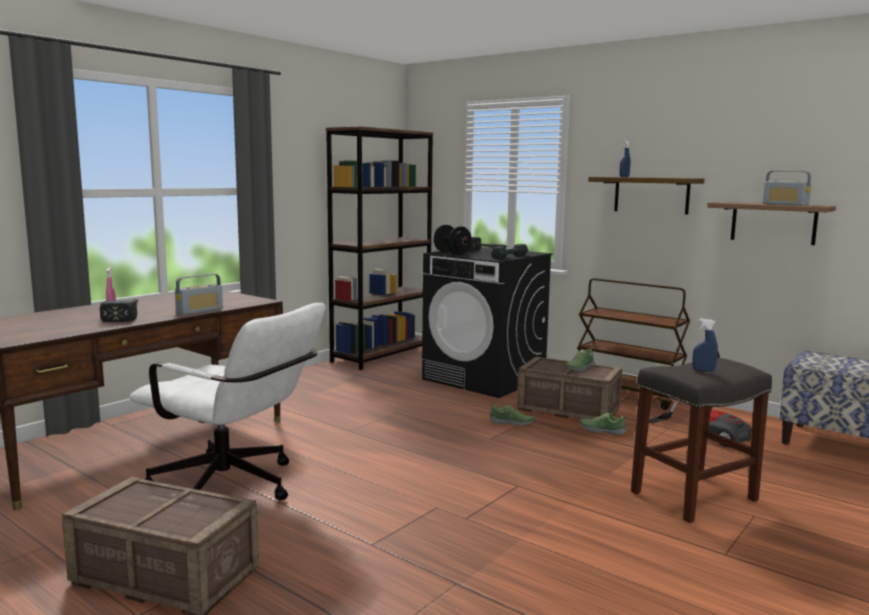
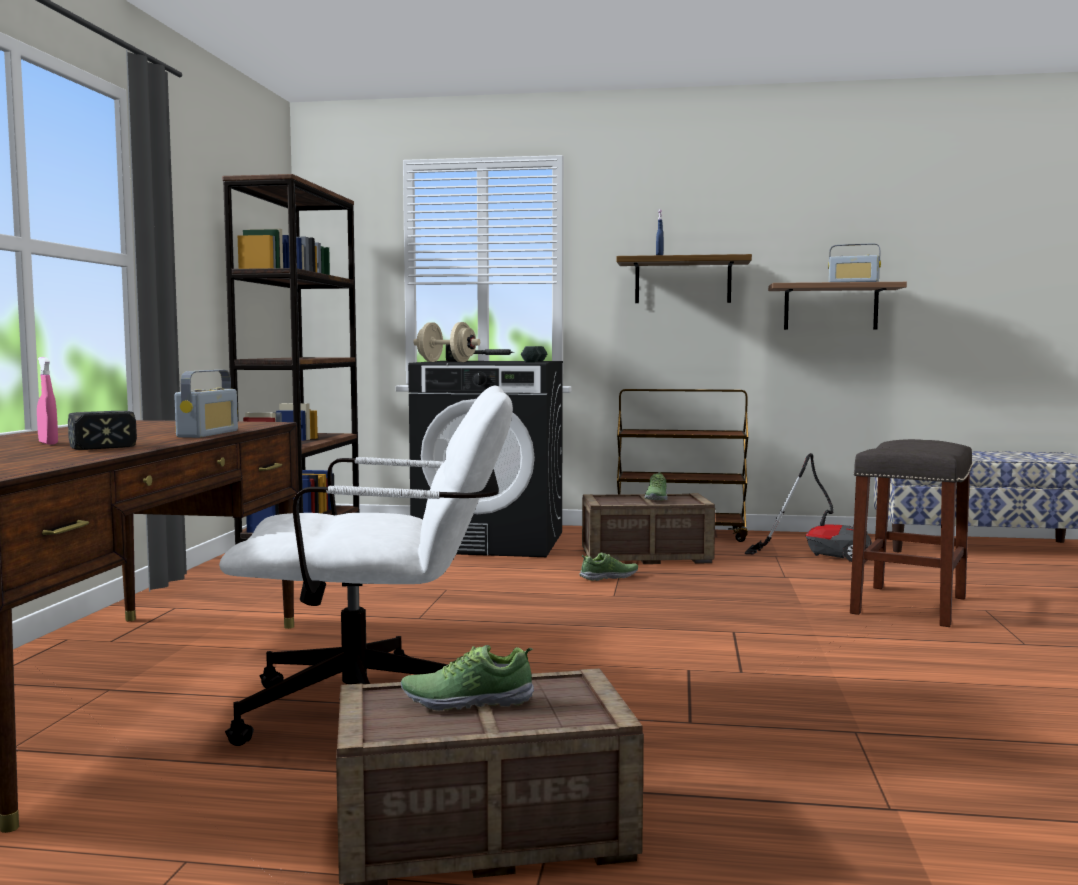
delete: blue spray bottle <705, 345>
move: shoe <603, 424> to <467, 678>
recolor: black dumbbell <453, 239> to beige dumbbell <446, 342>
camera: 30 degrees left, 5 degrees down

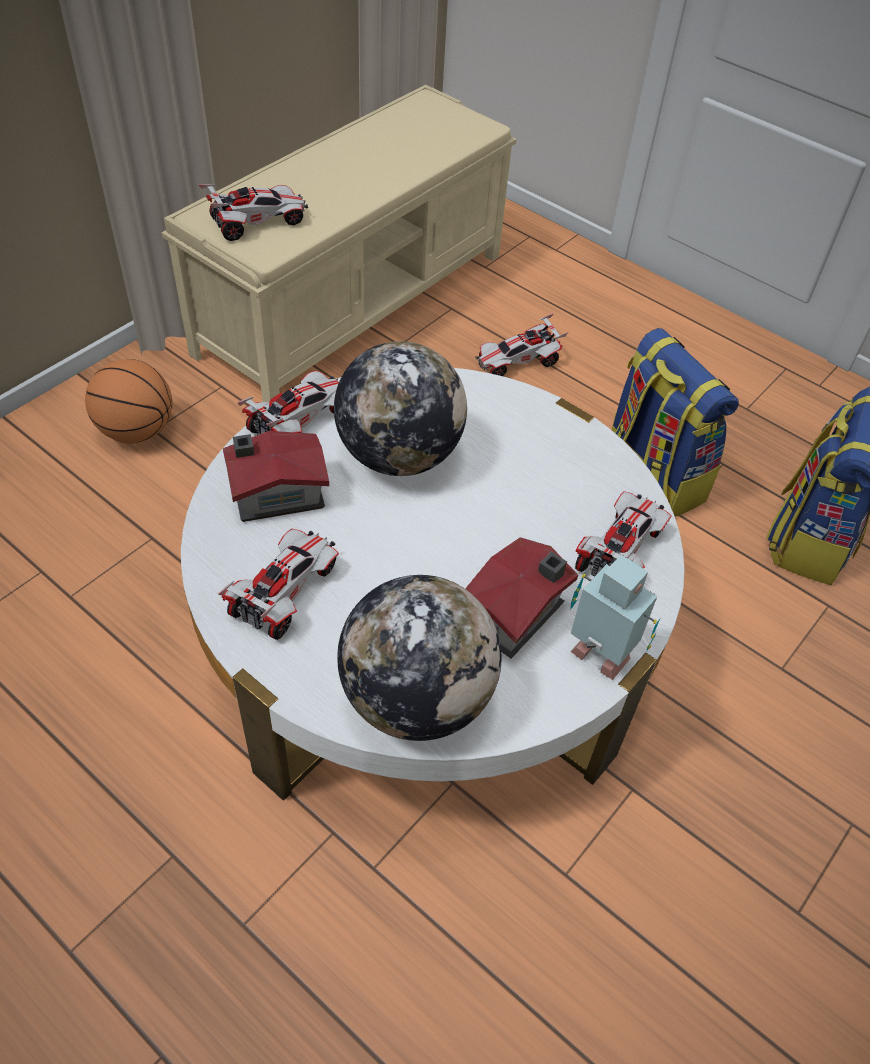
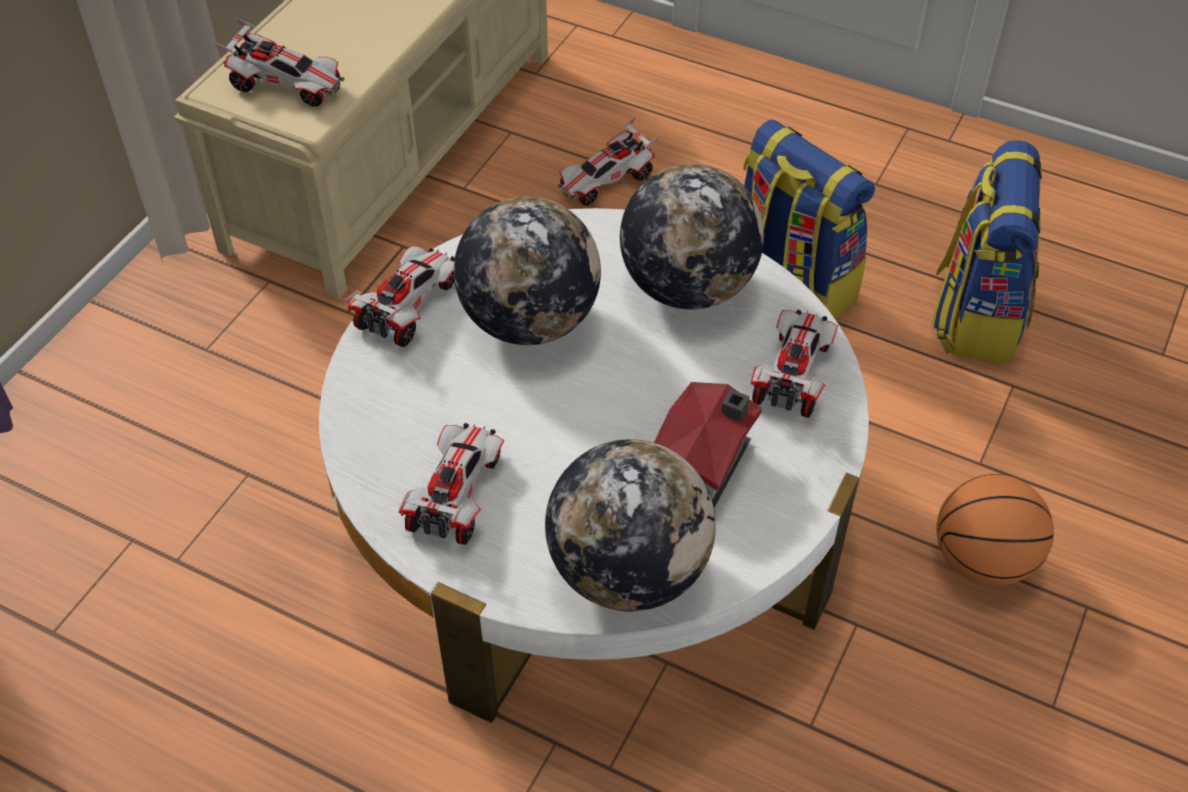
delete: toy house <276, 476>; toy robot <615, 617>
insert: globe <692, 236>
move: basketball <129, 401> to <995, 530>
rotate: toy car <253, 212> = <279, 62> 60 degrees clockwise
camera: 10 degrees left, 0 degrees up

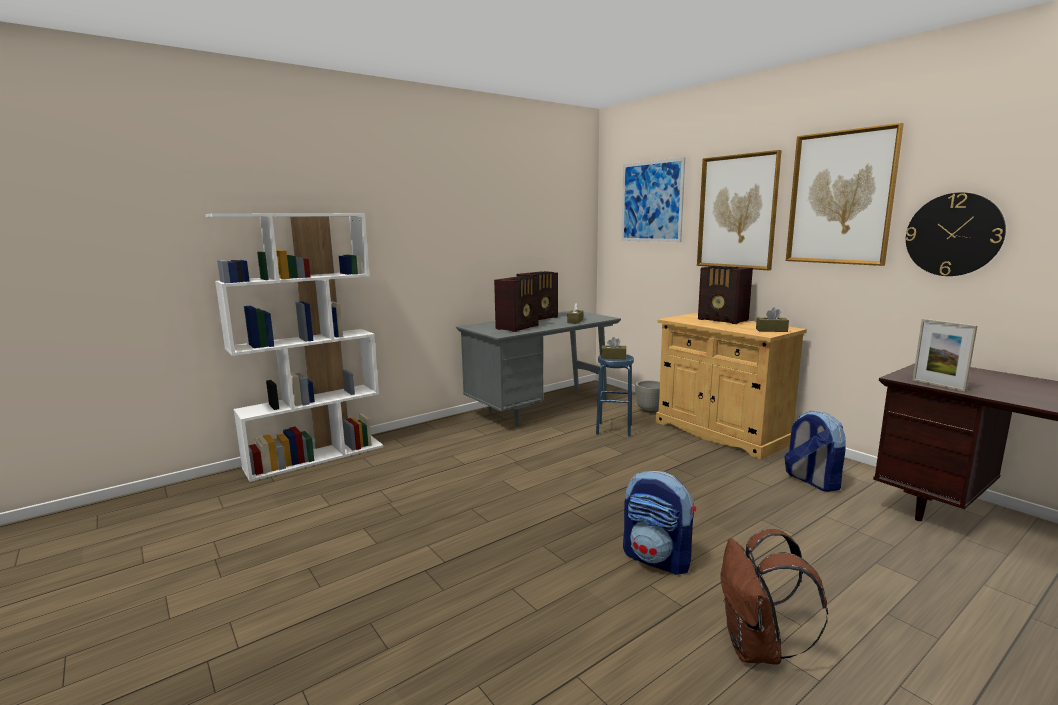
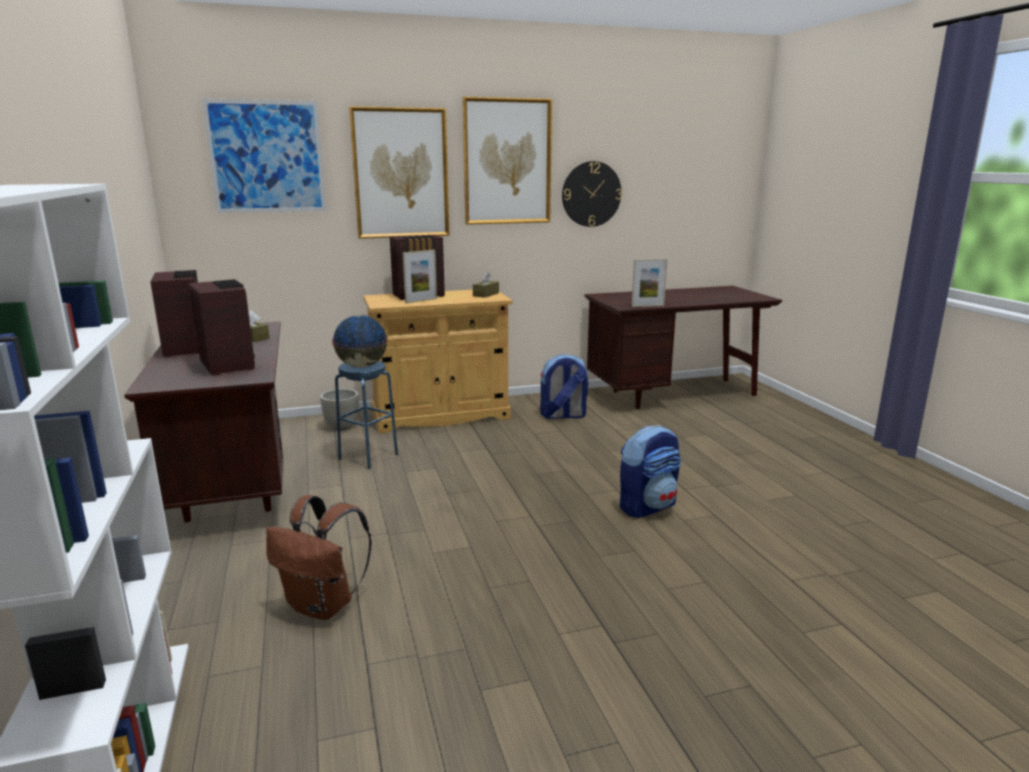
insert: picture frame <420, 276>
move: brown backpack <774, 597> to <319, 557>
replace: brown tissue box <613, 348> to globe <360, 341>
recolor: grey desk <538, 367> to brown desk <203, 422>
camera: 70 degrees left, 5 degrees up

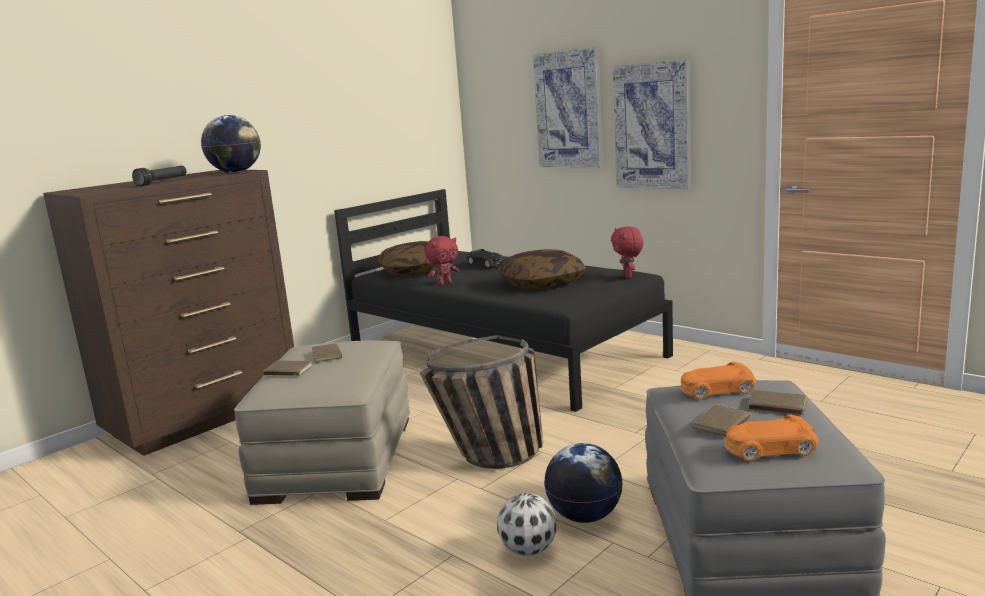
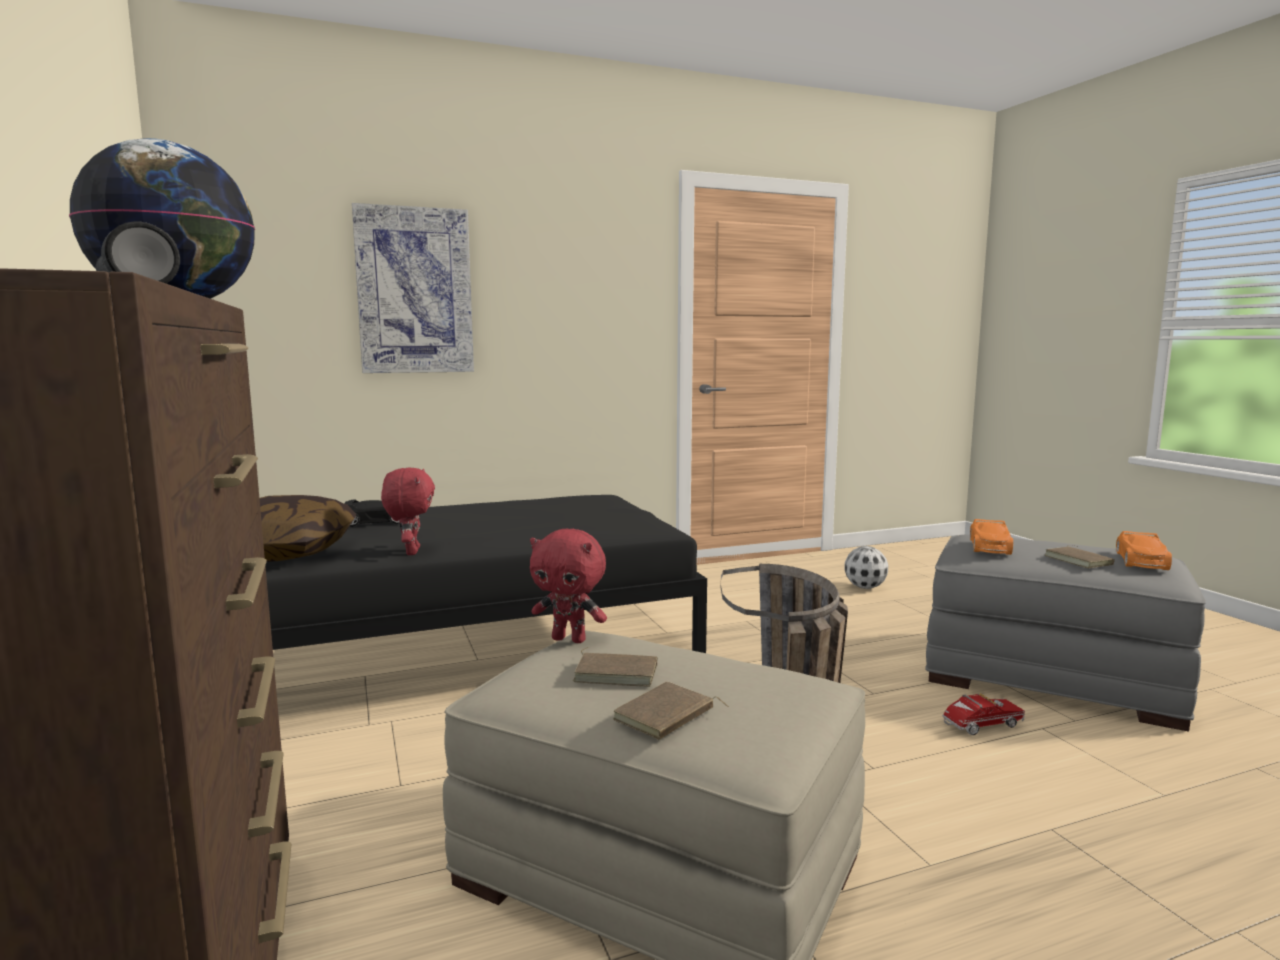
delete: pillow <541, 269>; picture <652, 124>; brown book <778, 402>
move: football <527, 524> to <866, 567>; red plush toy <627, 252> to <568, 586>
replace: globe <583, 483> to toy truck <983, 714>
camera: 65 degrees left, 5 degrees down

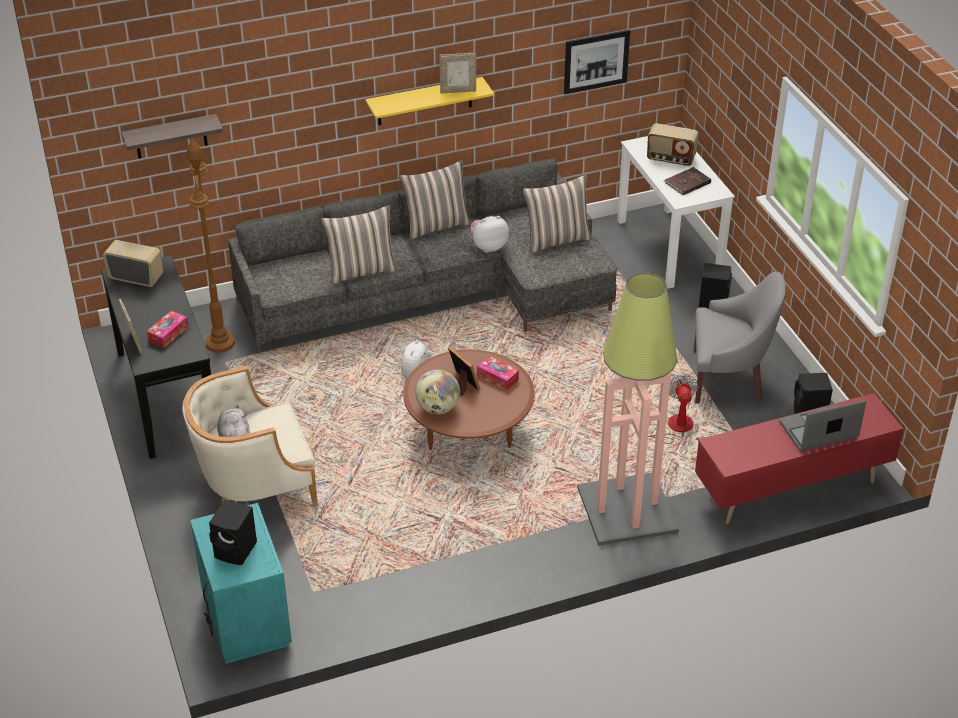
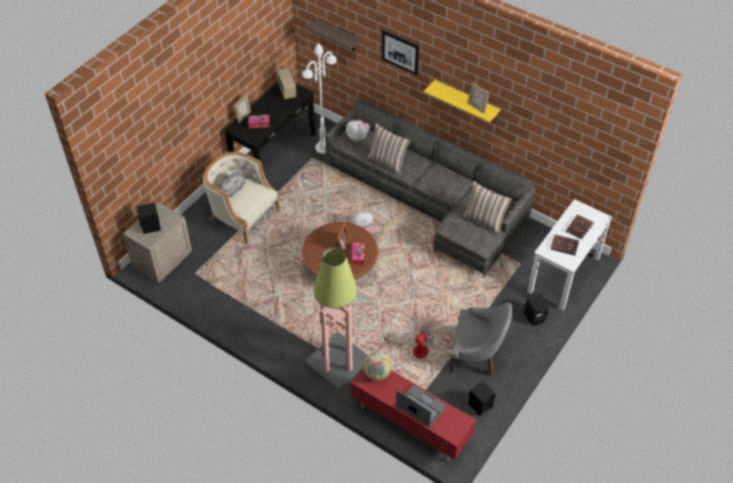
delete: pillow <435, 200>
move: globe <437, 392> to <377, 366>; plush toy <490, 234> to <358, 131>; picture <597, 62> to <400, 53>
replace: radio <673, 144> to brown book <580, 227>
recolor: brown floor lamp <211, 246> to white floor lamp <319, 98>; turquoise nightstand <241, 583> to beige nightstand <157, 243>
rotate: grey armchair <740, 338> = <481, 339> 45 degrees counterclockwise
camera: 55 degrees right, 10 degrees up

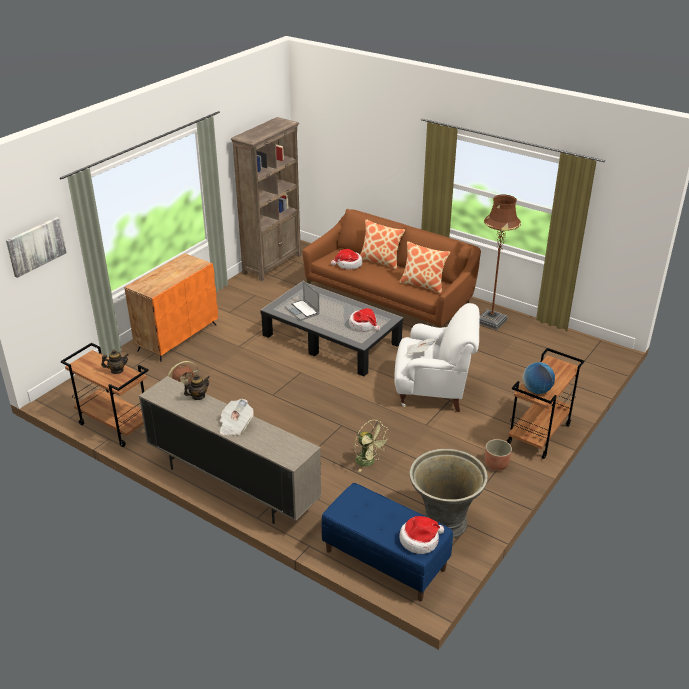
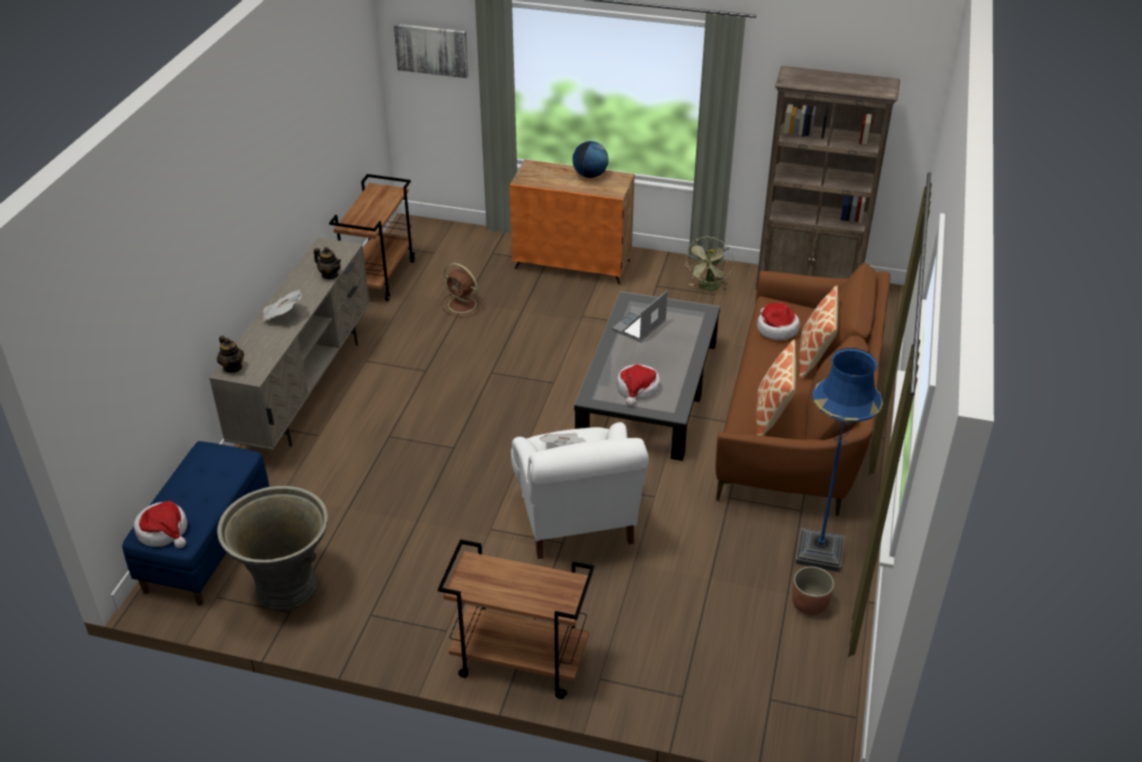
move: teapot <115, 362> to <230, 354>; green fan <372, 446> to <709, 264>; planter <498, 455> to <813, 591>; globe <538, 378> to <590, 159>
recolor: brown floor lamp <500, 262> to blue floor lamp <839, 460>
camera: 70 degrees right, 5 degrees up

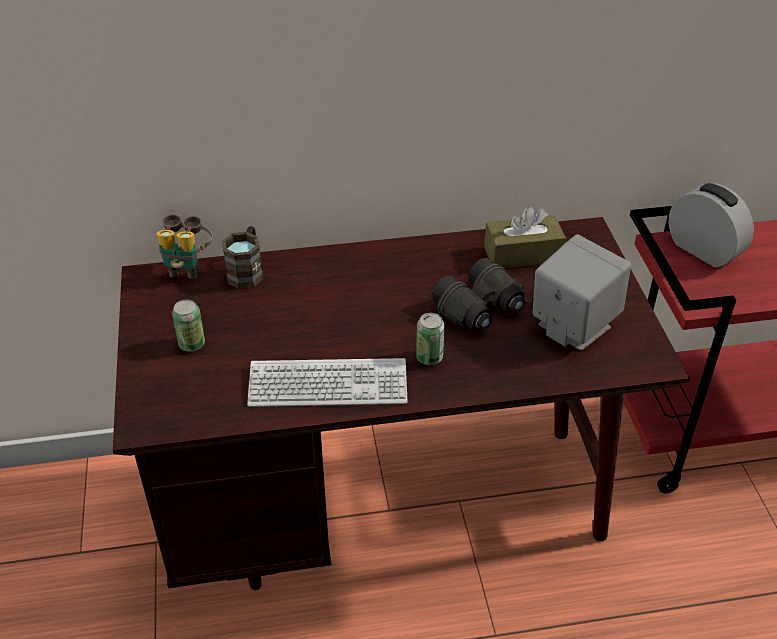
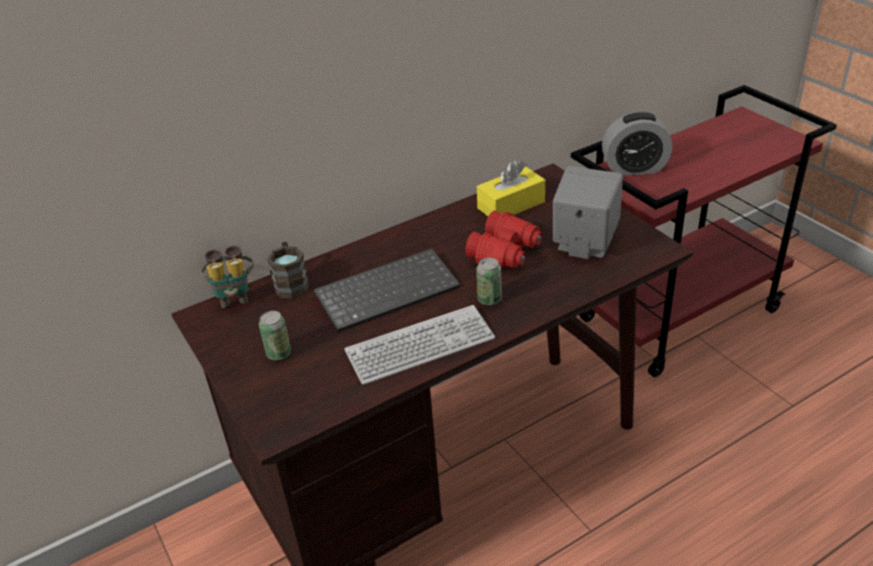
insert: keyboard <387, 290>
recolor: black binoculars <478, 294> to red binoculars <504, 239>; brown tissue box <525, 237> to yellow tissue box <511, 188>
rotate: alarm clock <711, 225> = <637, 144> 150 degrees clockwise
camera: 20 degrees left, 5 degrees down

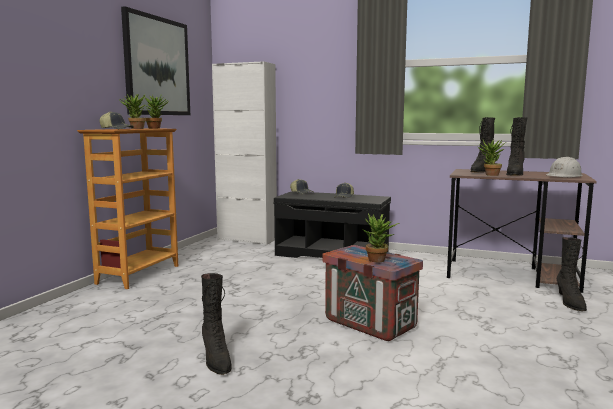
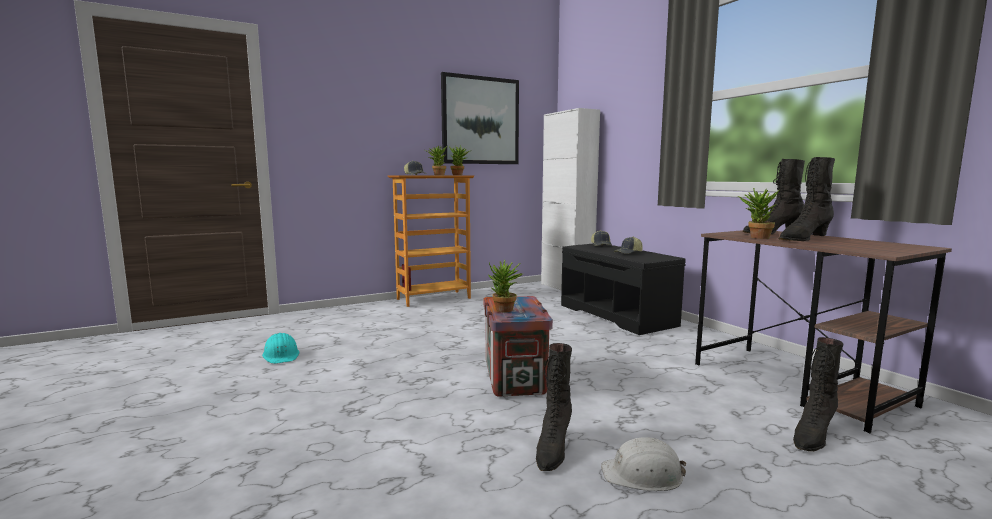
insert: turquoise hard hat <280, 348>
move: black boot <216, 324> to <554, 407>; white hard hat <564, 167> to <643, 464>
camera: 40 degrees right, 0 degrees up

